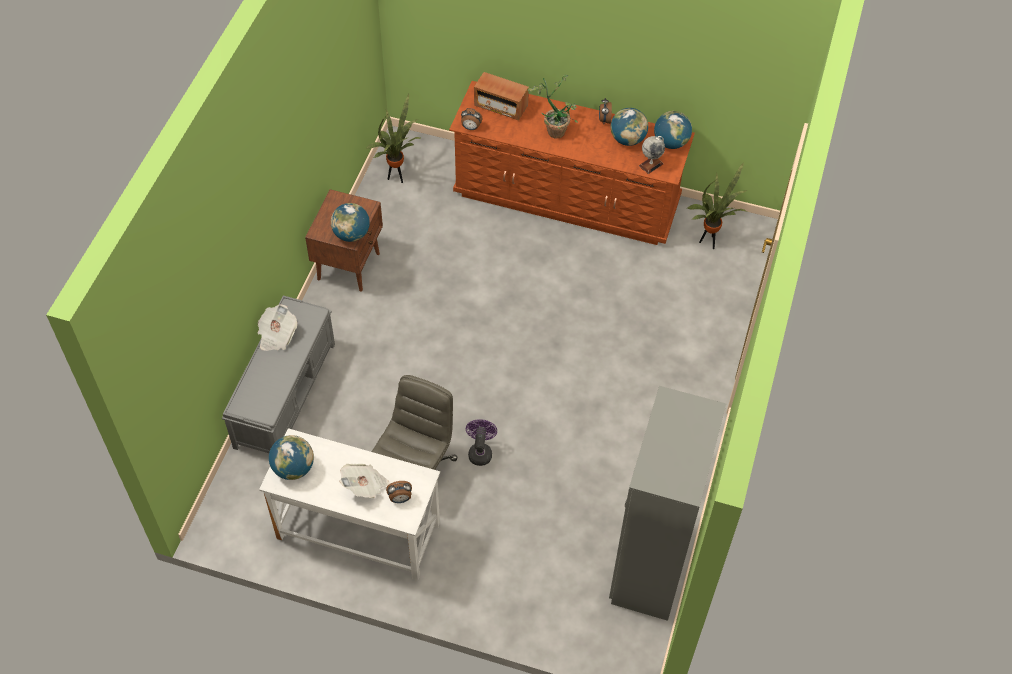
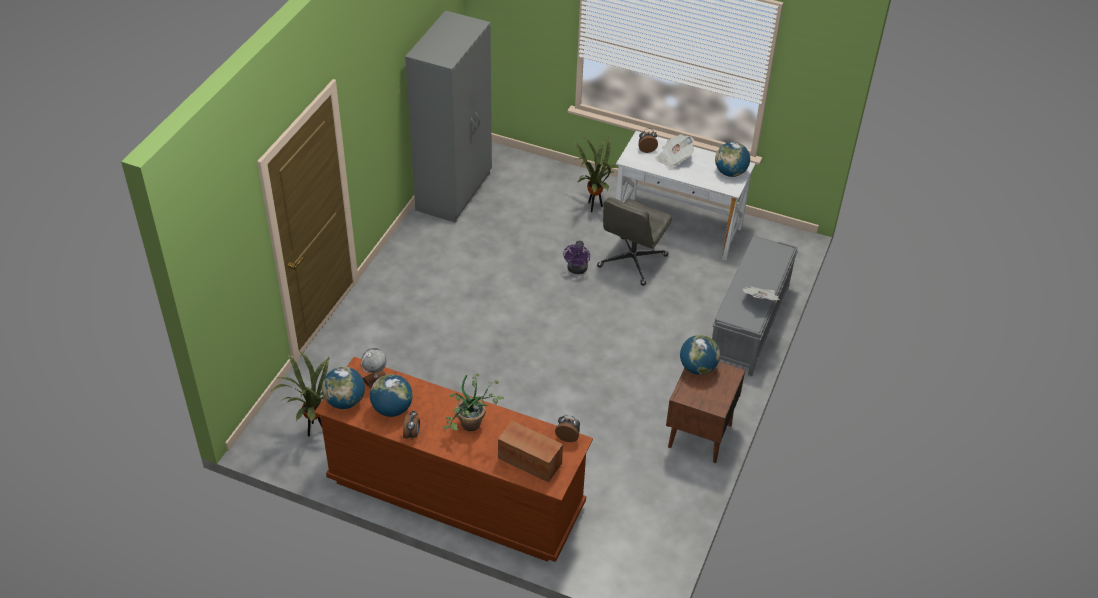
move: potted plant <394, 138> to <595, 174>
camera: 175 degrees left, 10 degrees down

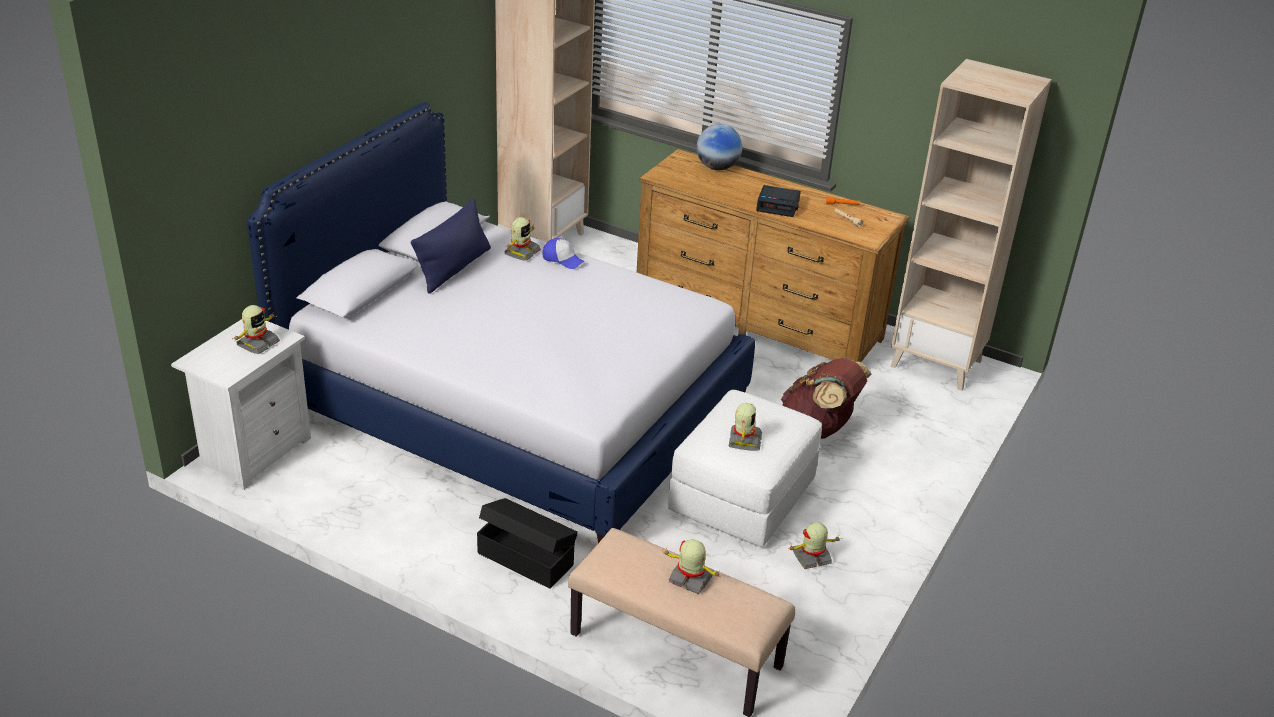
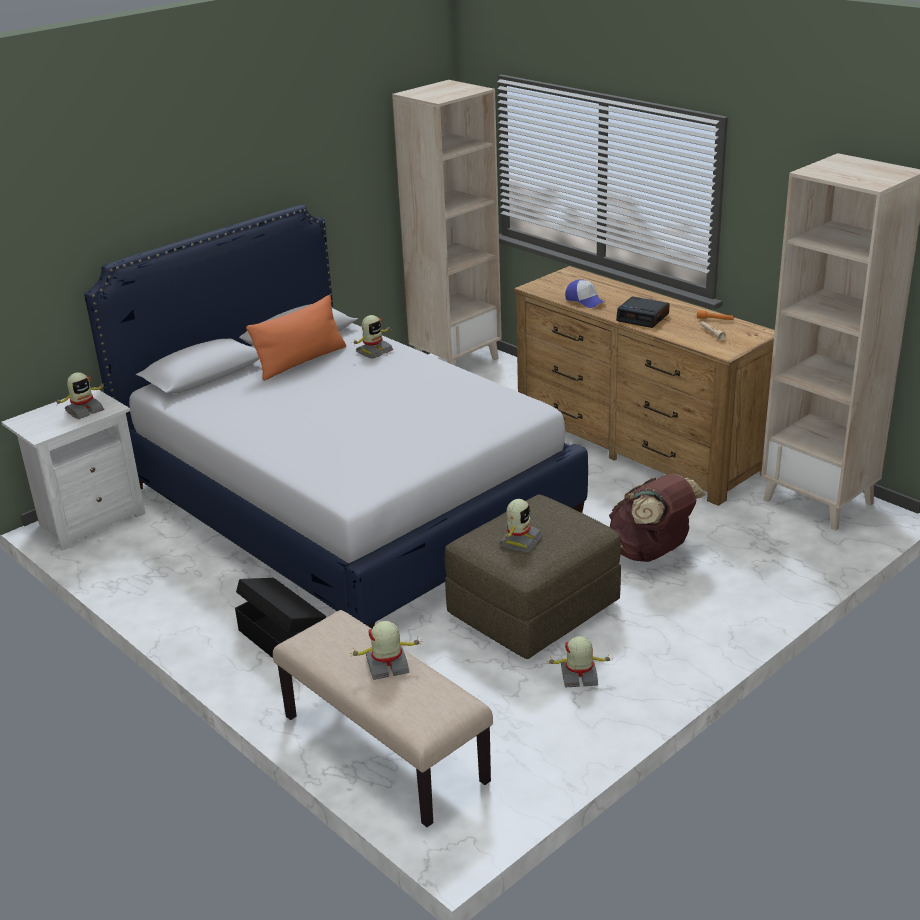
delete: globe <719, 147>
move: cap <563, 253> to <585, 293>
recolor: blue pillow <451, 246> to orange pillow <296, 338>; white ottoman <745, 468> to brown ottoman <533, 576>
rotate: toy robot <692, 566> = <386, 650> 60 degrees counterclockwise
camera: 20 degrees right, 5 degrees down

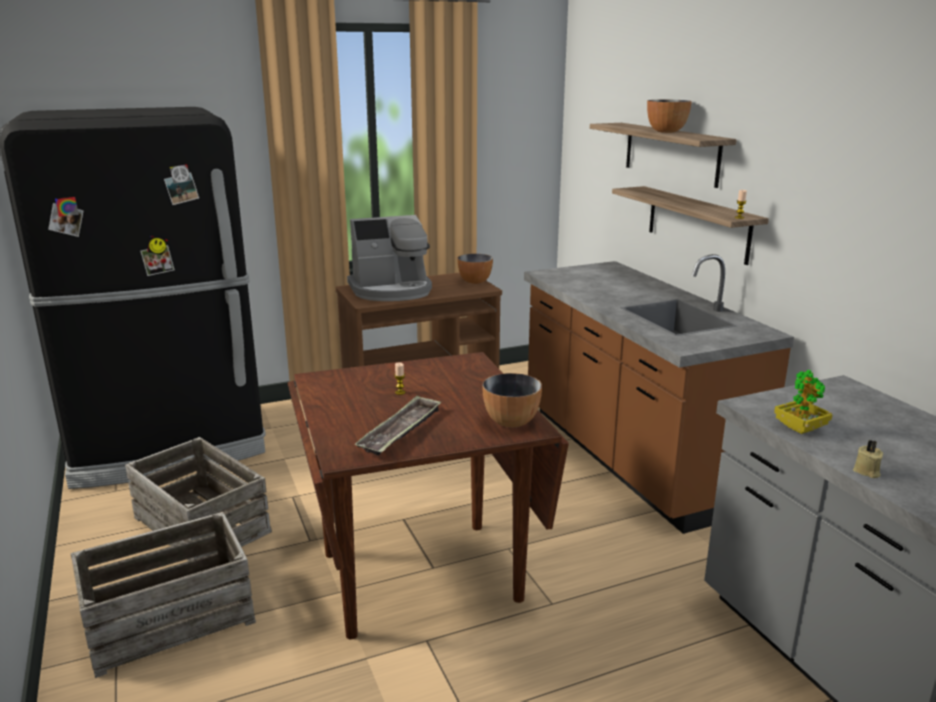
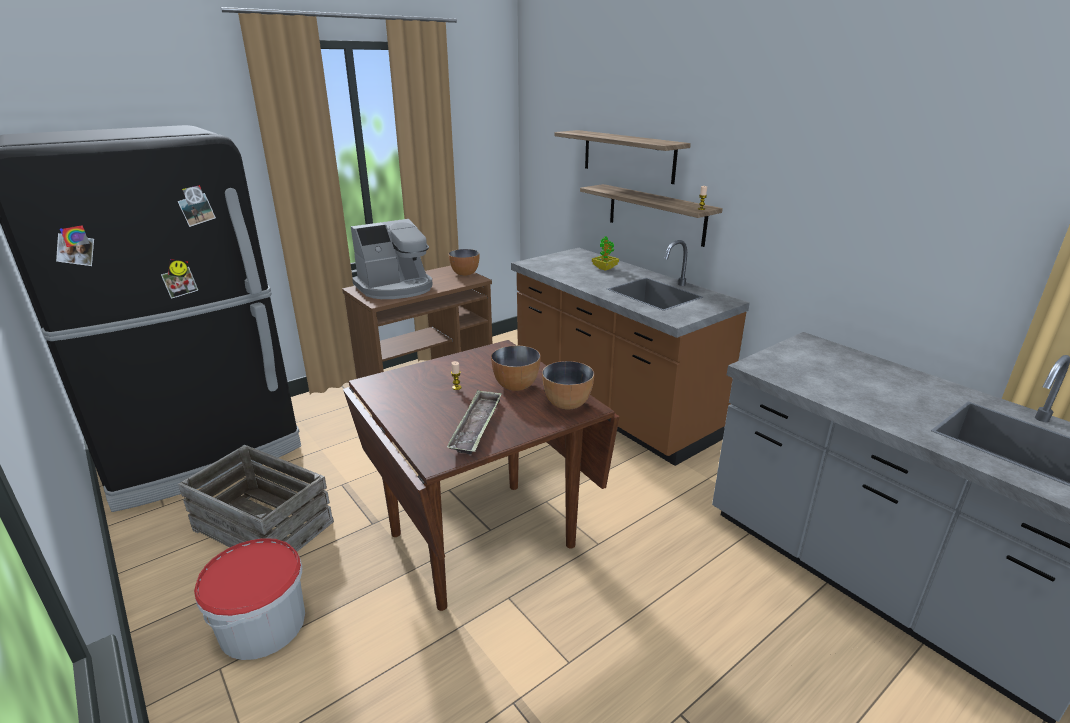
delete: beige candle <868, 459>
move: bowl <669, 116> to <516, 368>; potted plant <803, 402> to <605, 253>
replace: crate <163, 595> to bucket <249, 599>
camera: 15 degrees left, 5 degrees up

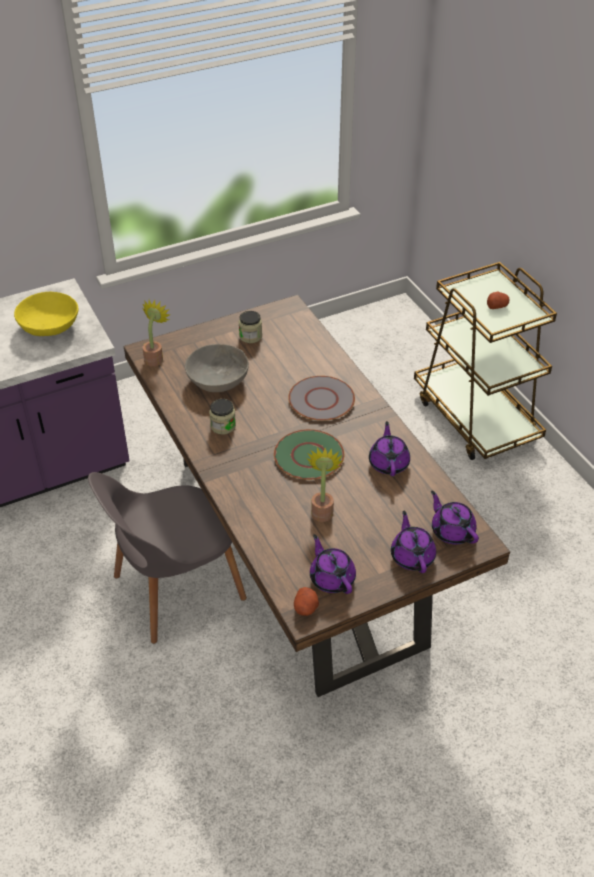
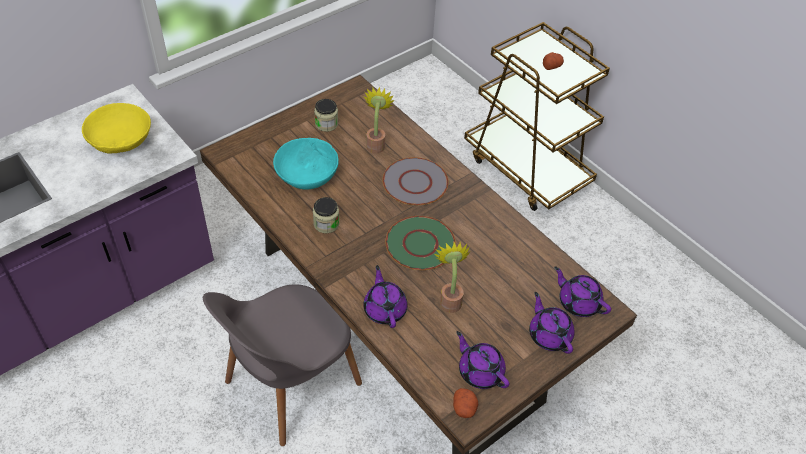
move: potted plant <157, 333> to <379, 120>; purple teapot <389, 448> to <385, 296>
recolor: grey bowl <217, 368> to turquoise bowl <306, 164>
camera: 15 degrees left, 5 degrees up

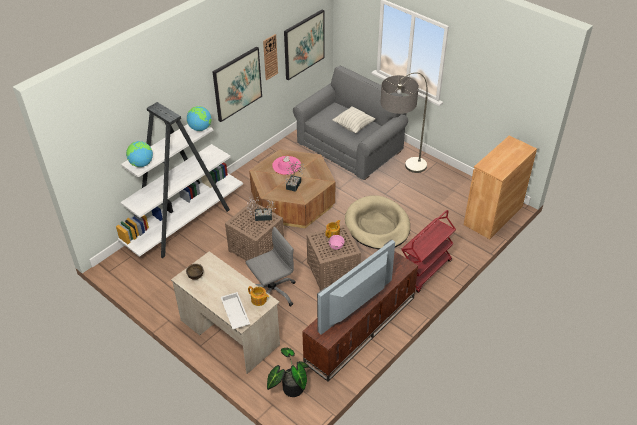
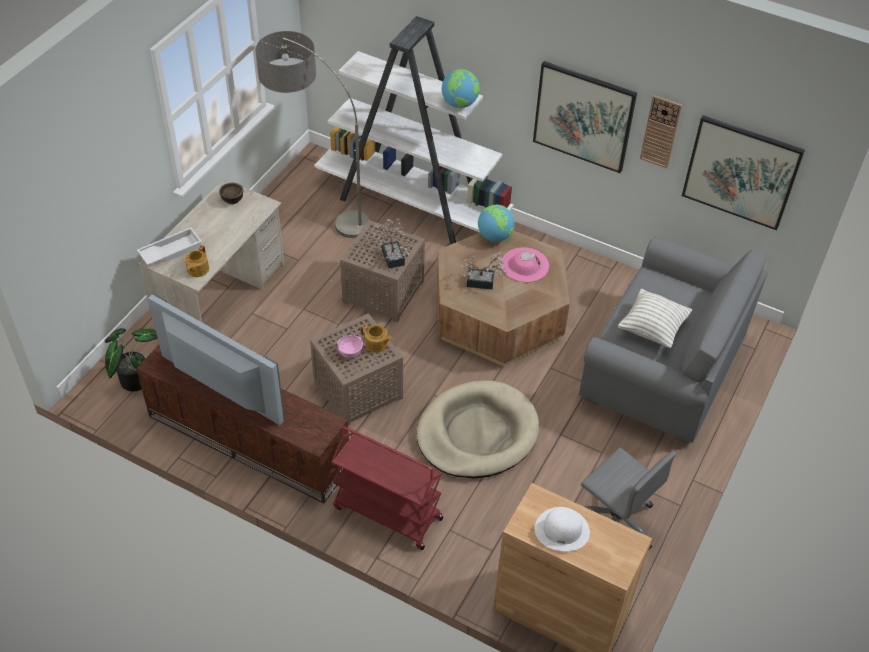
insert: white hat <562, 529>
move: globe <139, 154> to <496, 223>; grey office chair <271, 266> to <629, 498>; floor lamp <404, 122> to <313, 134>
camera: 75 degrees right, 5 degrees up

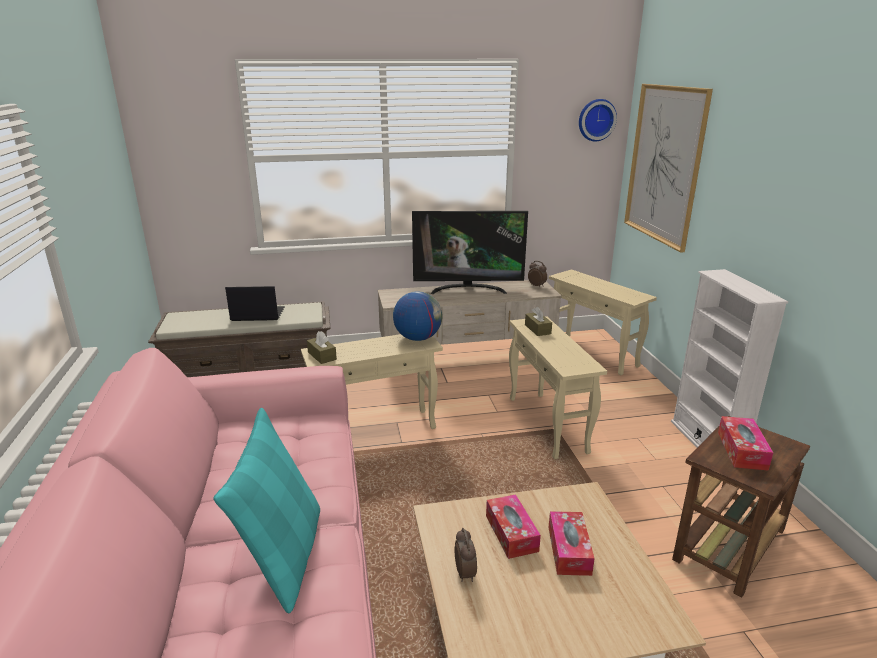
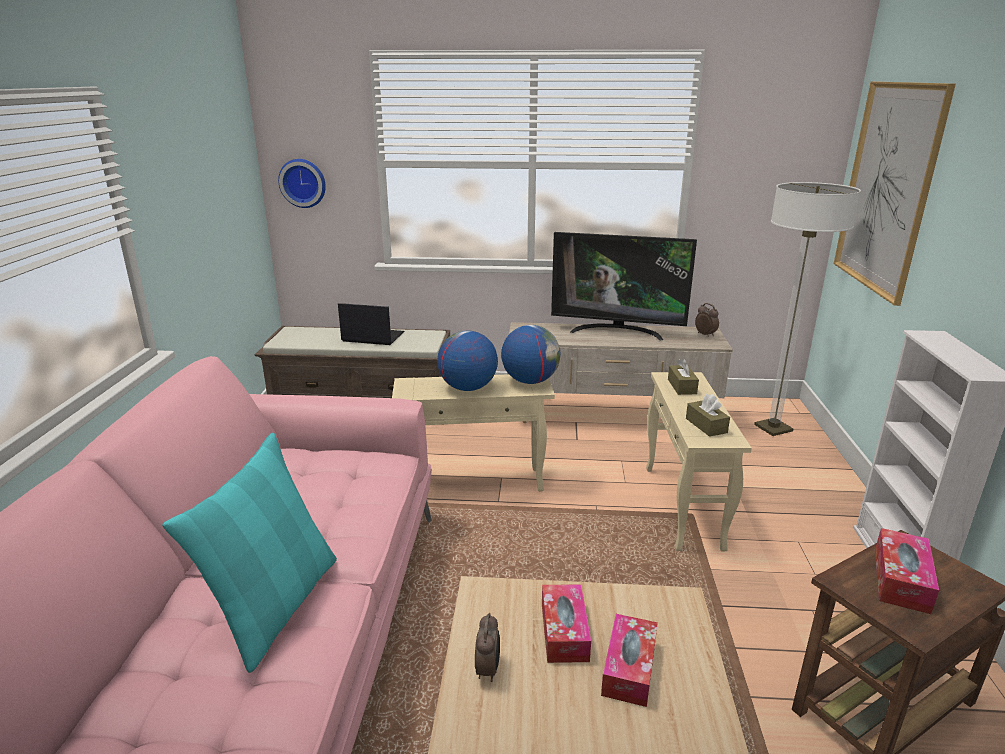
insert: globe <467, 360>
move: brown tissue box <322, 347> to <708, 415>; wall clock <598, 120> to <302, 183>
replace: beige side table <603, 322> to floor lamp <807, 309>
camera: 15 degrees right, 0 degrees up

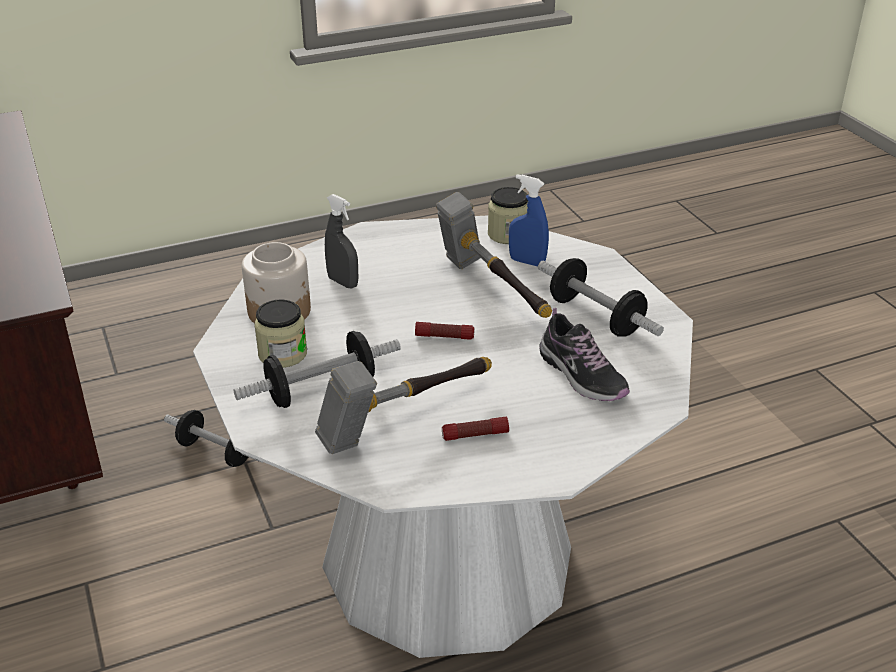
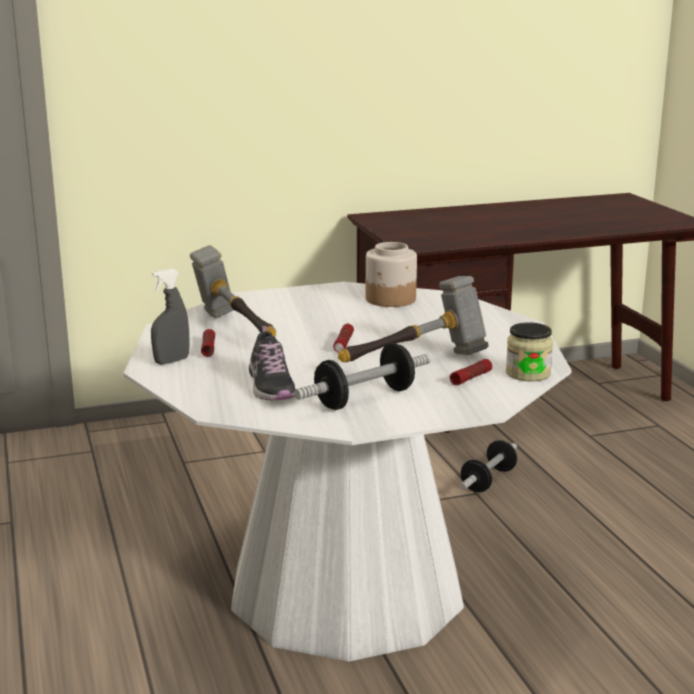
delete: dumbbell <317, 369>; jar <280, 333>
move: grey spray bottle <341, 241> to <170, 316>
replace: blue spray bottle <529, 220> to flashlight <471, 372>
rotate: shoe <584, 354> = <272, 363> 75 degrees counterclockwise
camera: 95 degrees right, 15 degrees down

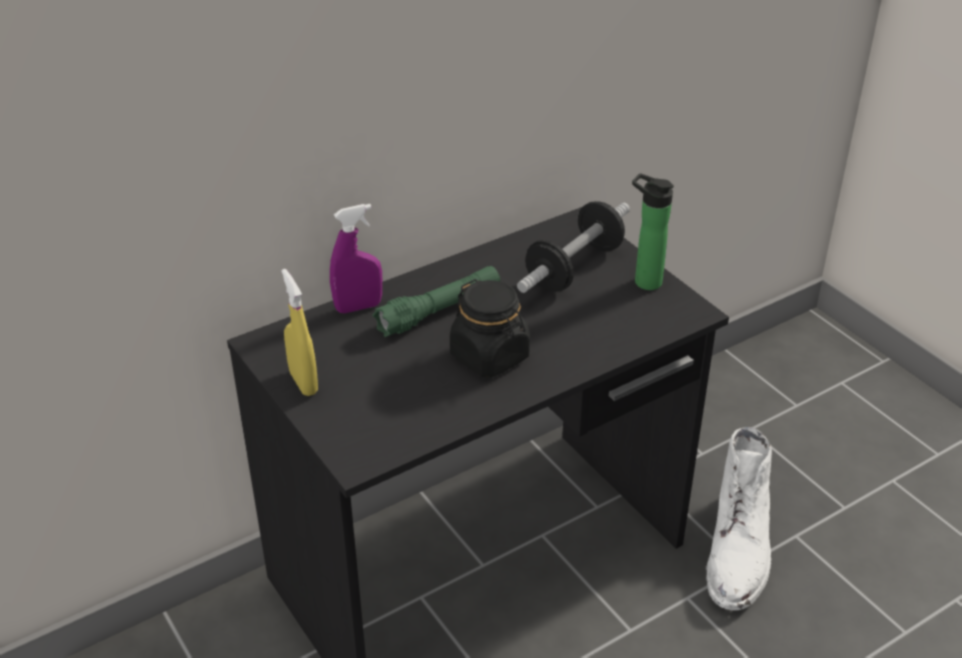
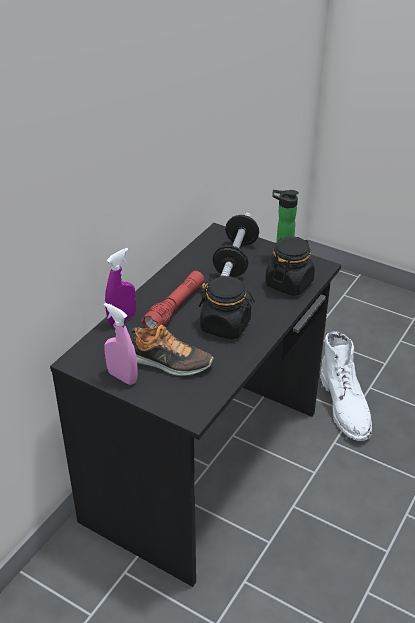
insert: shoe <172, 350>; black jar <290, 266>
recolor: yellow spray bottle <300, 332> to pink spray bottle <120, 343>; green flashlight <437, 301> to red flashlight <173, 300>
camera: 25 degrees left, 0 degrees up

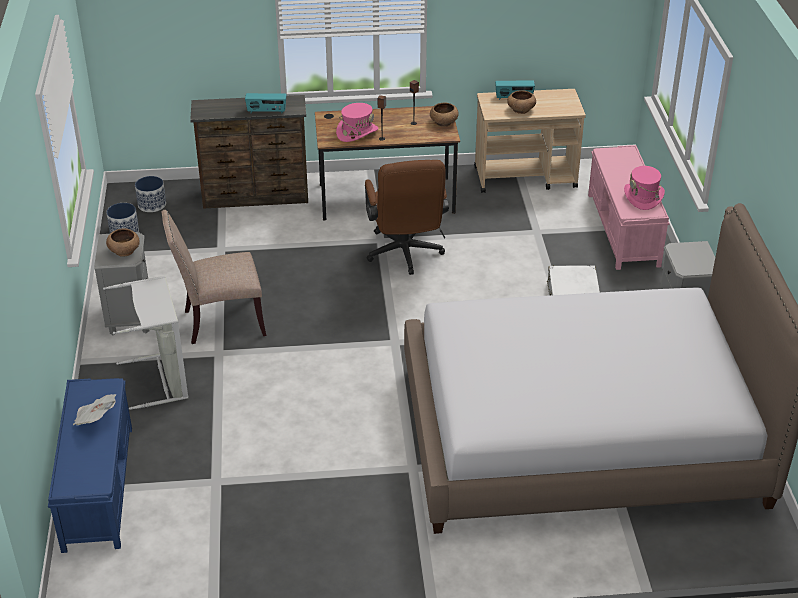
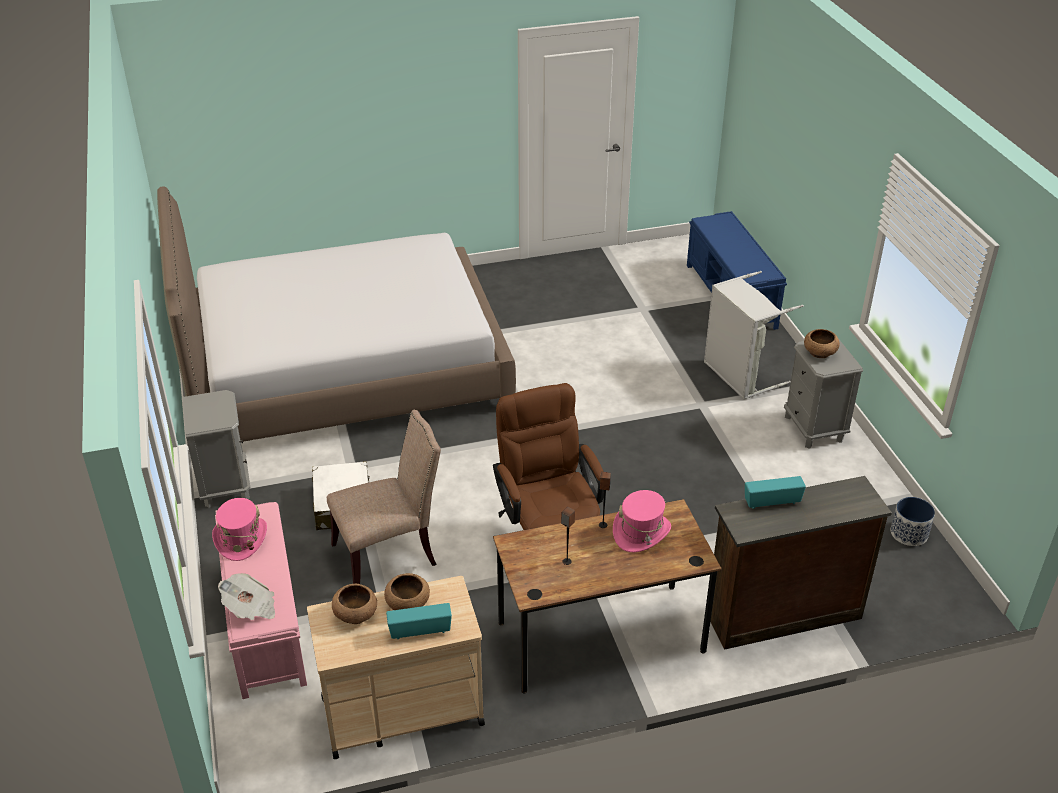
delete: planter <150, 194>
move: newspaper <94, 409> to <246, 596>; beige chair <214, 277> to <384, 497>; brown bowl <444, 115> to <354, 604>
camera: 170 degrees right, 0 degrees up

